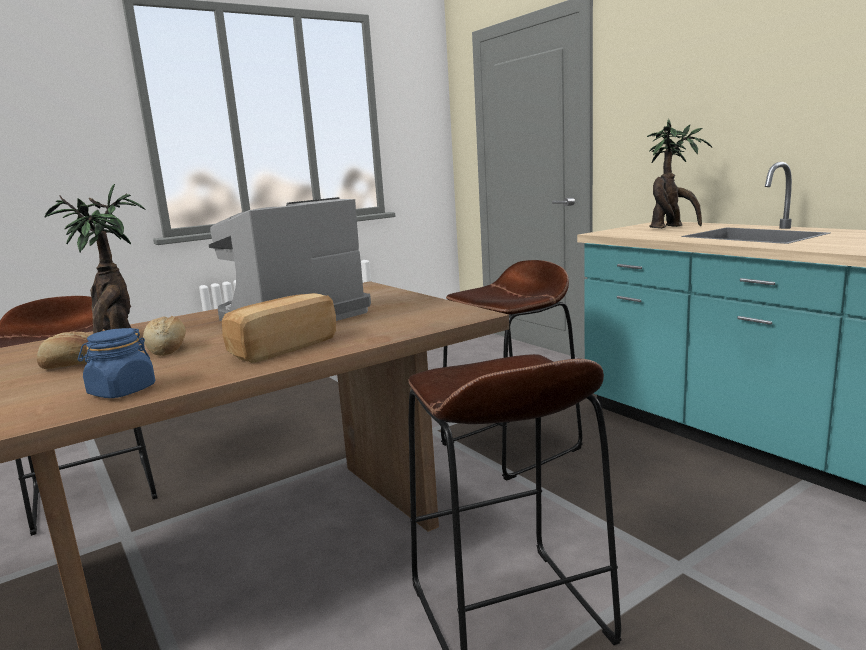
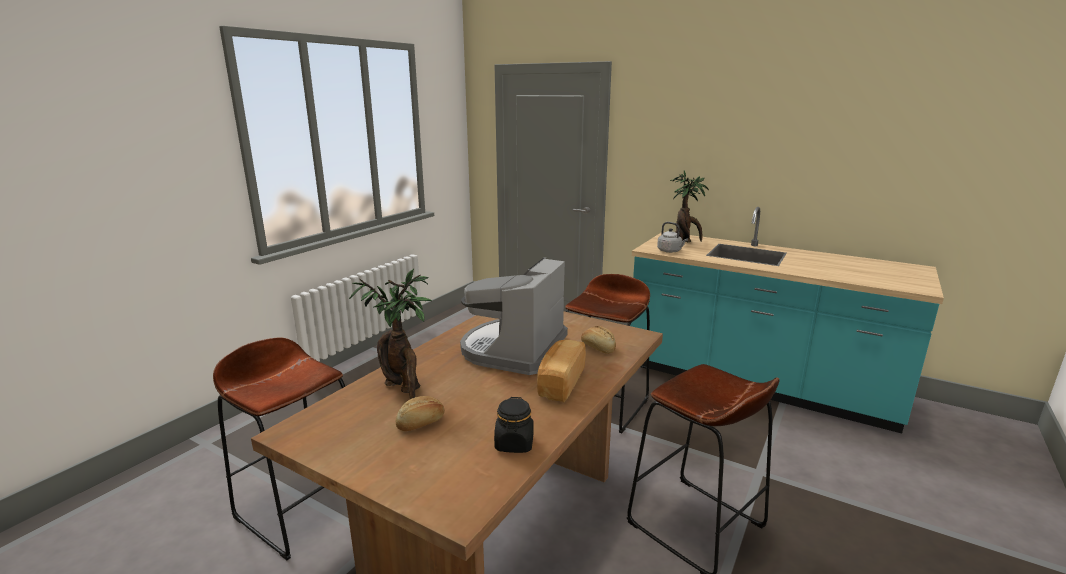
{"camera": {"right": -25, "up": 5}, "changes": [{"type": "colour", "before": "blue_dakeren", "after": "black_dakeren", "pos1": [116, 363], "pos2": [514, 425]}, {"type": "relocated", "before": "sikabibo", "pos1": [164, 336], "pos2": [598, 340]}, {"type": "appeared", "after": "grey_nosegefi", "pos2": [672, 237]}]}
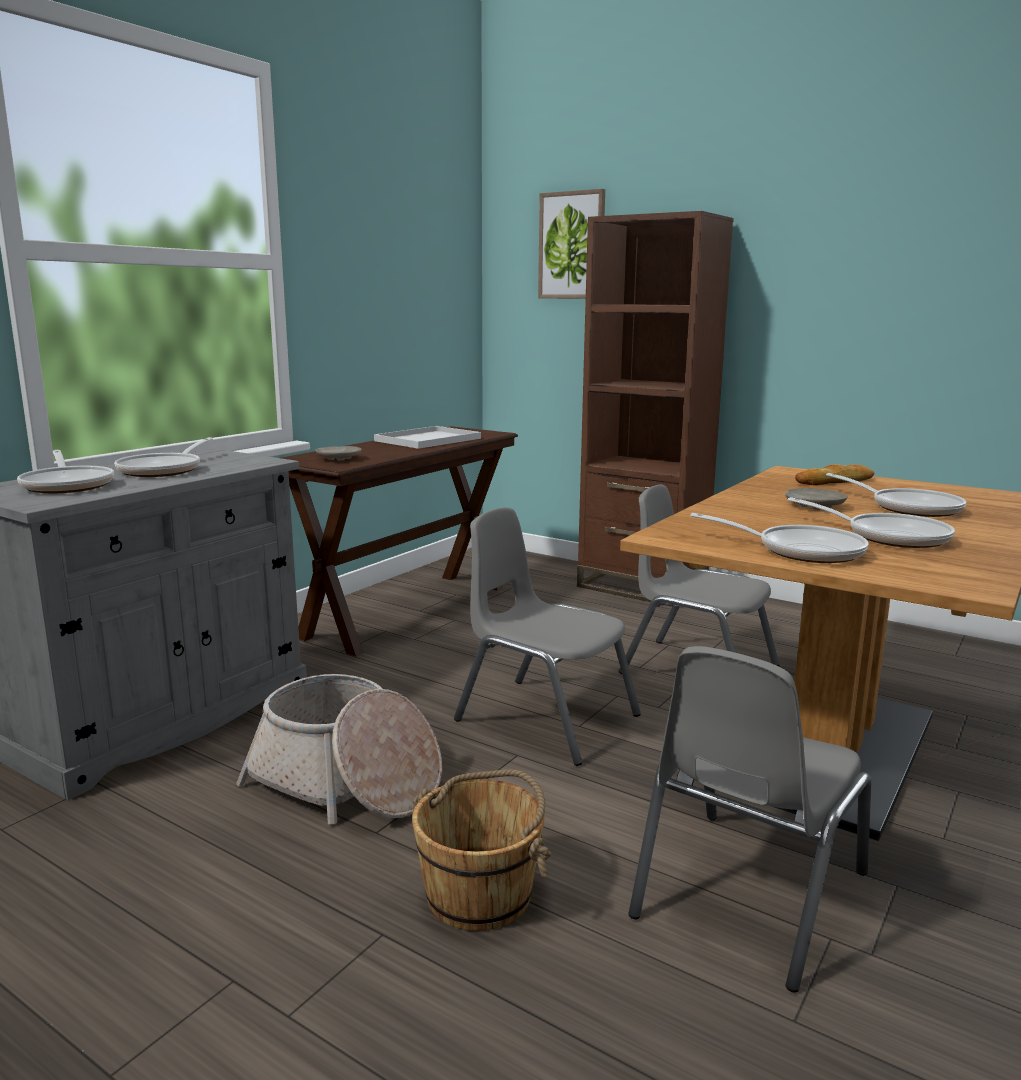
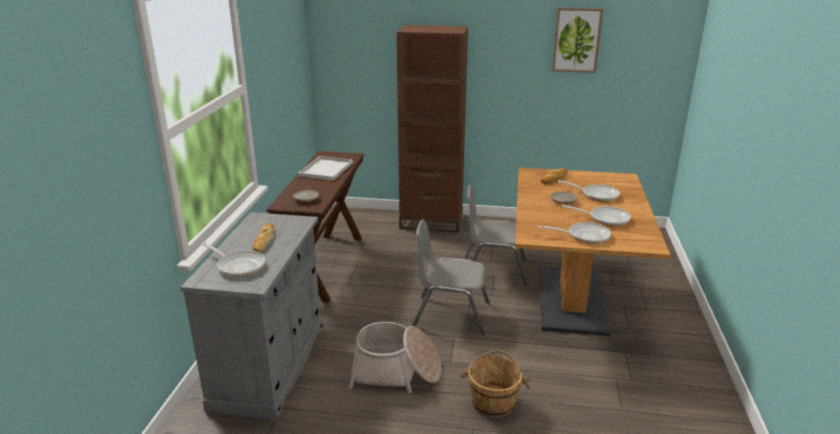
{"camera": {"right": -25, "up": 10}, "changes": [{"type": "exchanged", "before": "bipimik", "after": "sikabibo", "pos1": [163, 457], "pos2": [263, 238]}, {"type": "relocated", "before": "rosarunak", "pos1": [571, 244], "pos2": [577, 40]}, {"type": "missing", "before": "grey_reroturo", "pos1": [750, 819]}]}
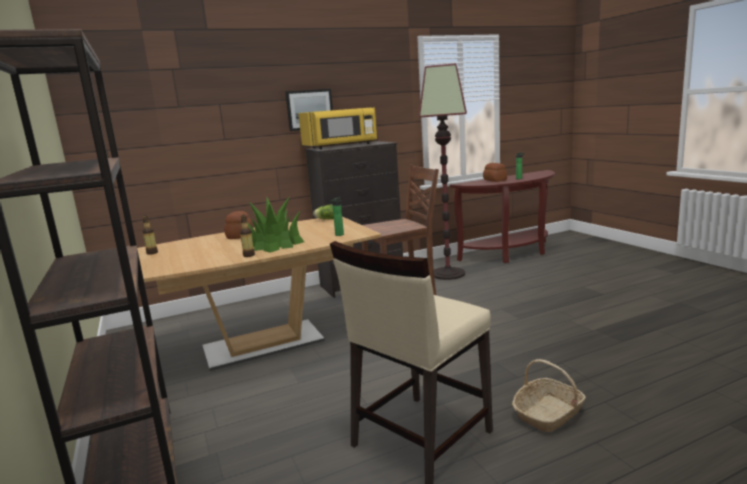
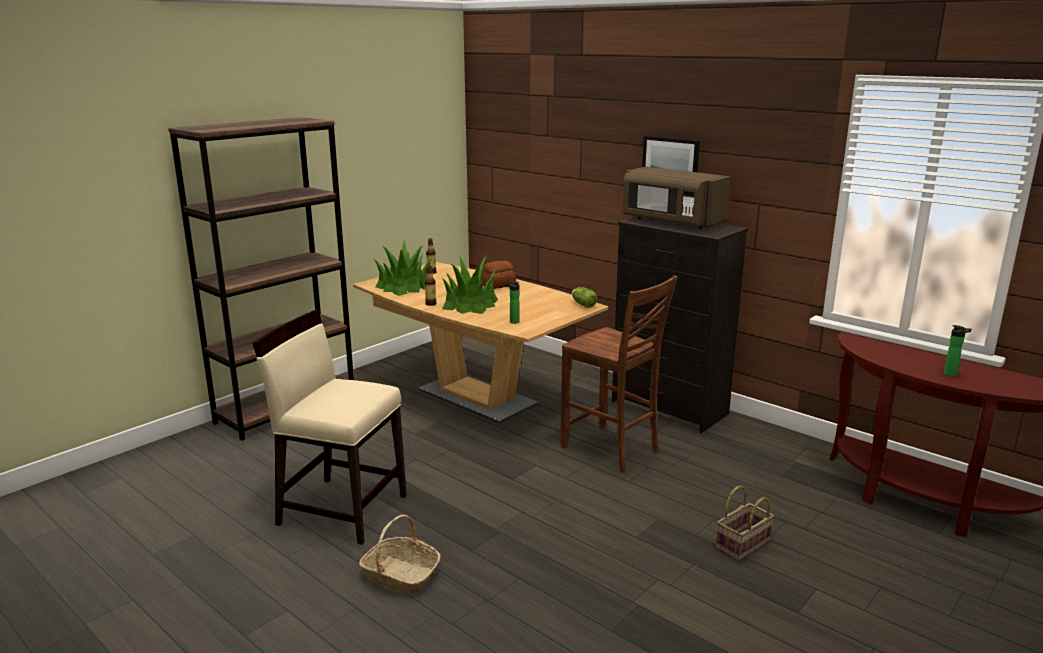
{"camera": {"right": 65, "up": 5}, "changes": [{"type": "appeared", "after": "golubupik", "pos2": [403, 268]}, {"type": "colour", "before": "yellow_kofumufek", "after": "brown_kofumufek", "pos1": [337, 128], "pos2": [676, 198]}, {"type": "appeared", "after": "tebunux", "pos2": [745, 524]}, {"type": "missing", "before": "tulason", "pos1": [443, 172]}, {"type": "missing", "before": "sikabibo", "pos1": [495, 172]}]}
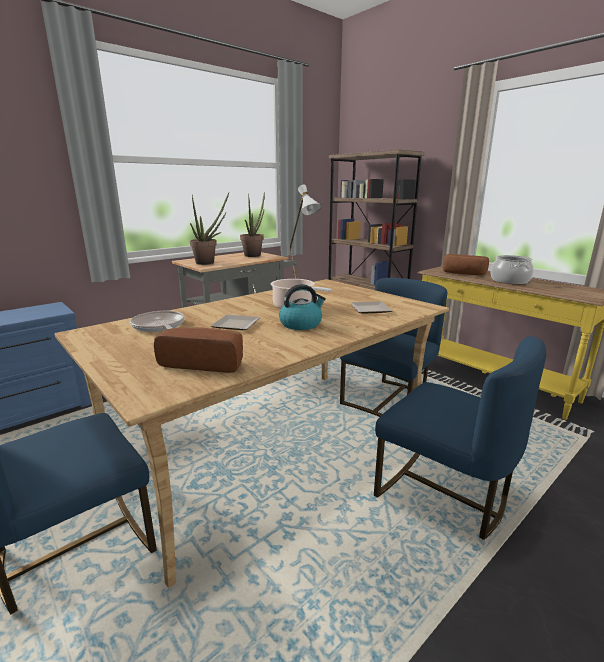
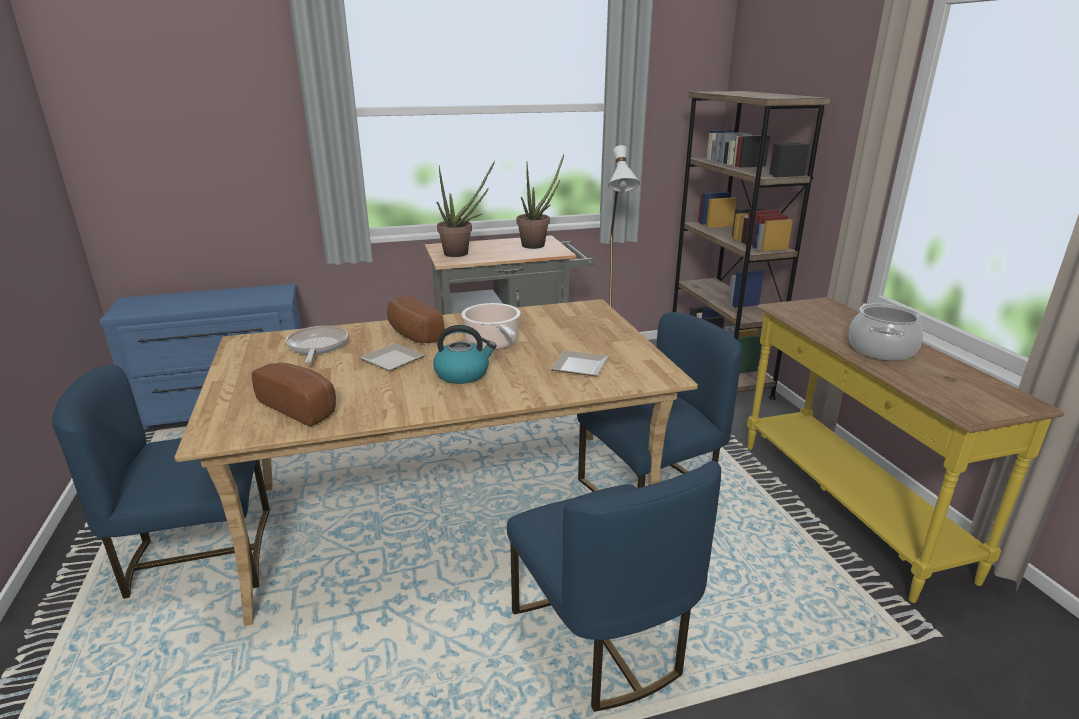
{"camera": {"right": 25, "up": 5}, "changes": [{"type": "relocated", "before": "sikabibo", "pos1": [466, 264], "pos2": [416, 319]}]}
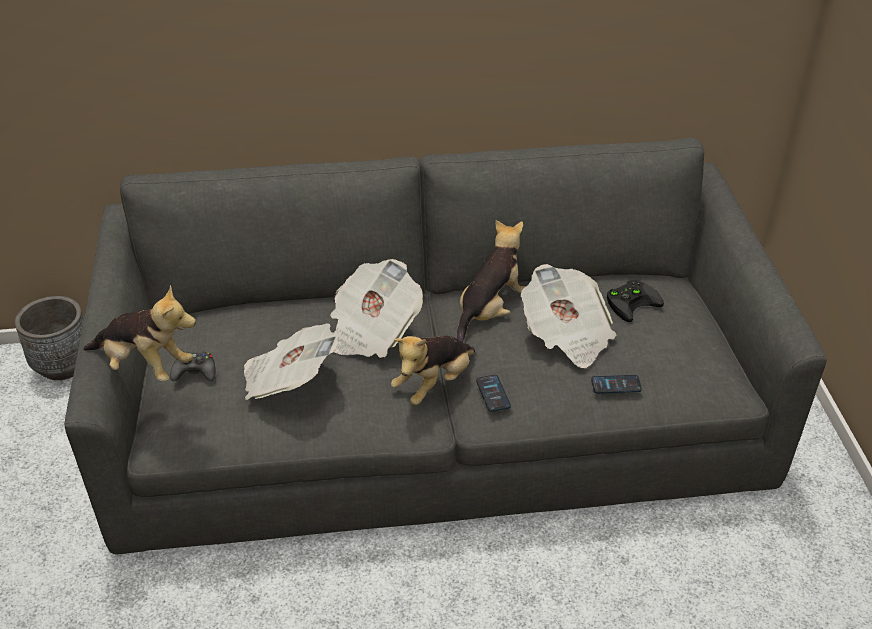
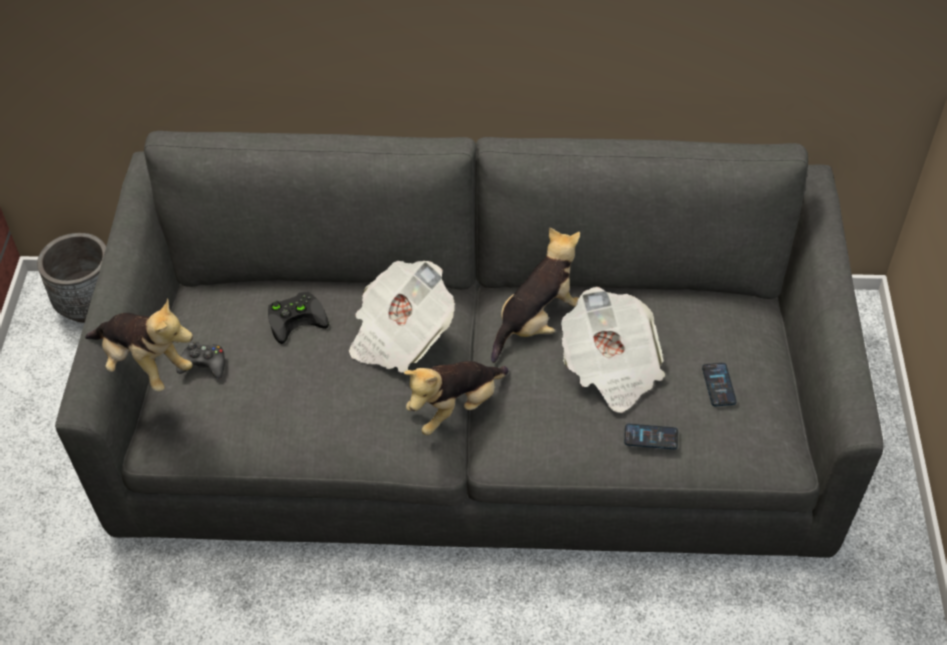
{"camera": {"right": 10, "up": 10}, "changes": [{"type": "relocated", "before": "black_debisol", "pos1": [635, 301], "pos2": [298, 318]}, {"type": "relocated", "before": "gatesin", "pos1": [493, 393], "pos2": [719, 384]}, {"type": "missing", "before": "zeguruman", "pos1": [291, 361]}]}
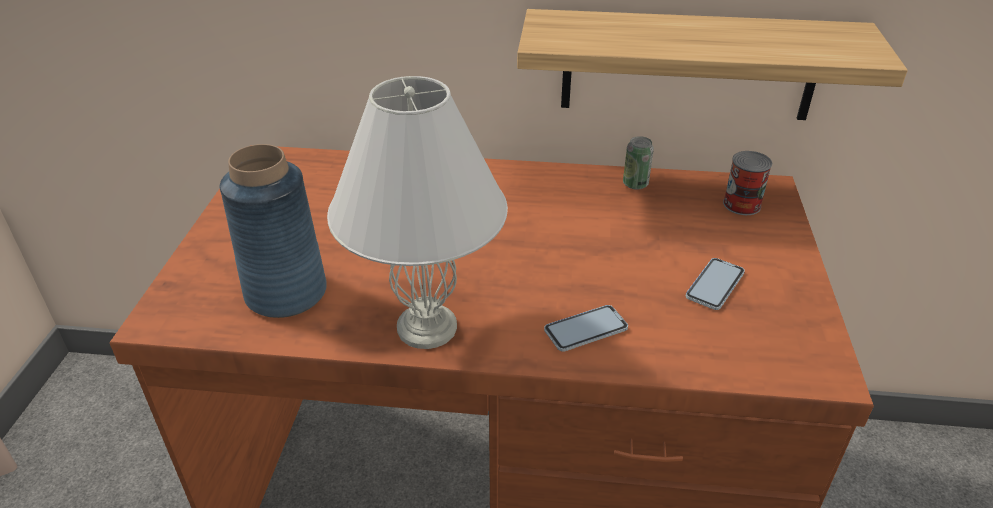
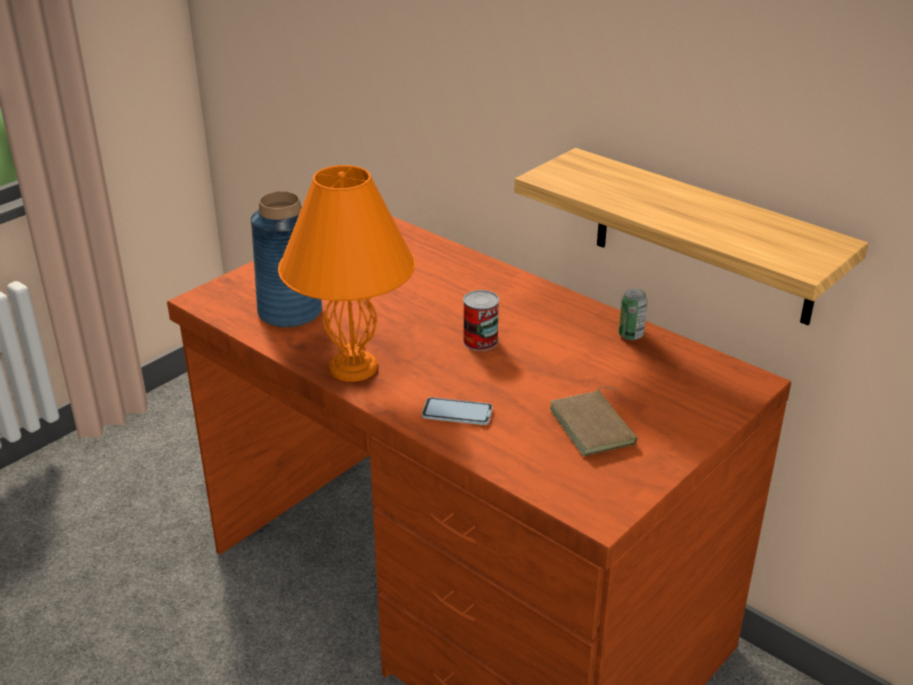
{"camera": {"right": 35, "up": -5}, "changes": [{"type": "colour", "before": "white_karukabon", "after": "orange_karukabon", "pos1": [417, 212], "pos2": [346, 273]}, {"type": "relocated", "before": "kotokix", "pos1": [747, 183], "pos2": [481, 320]}, {"type": "exchanged", "before": "gatesin", "after": "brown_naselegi", "pos1": [715, 284], "pos2": [594, 421]}]}
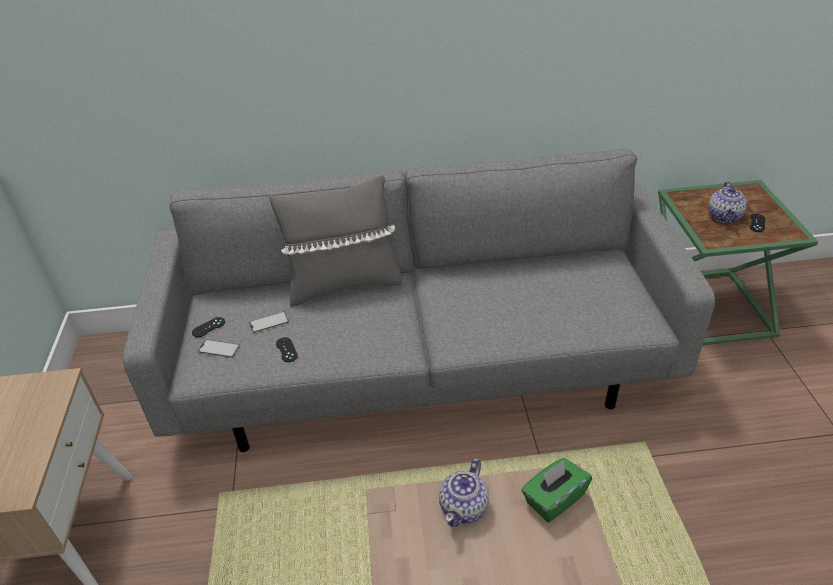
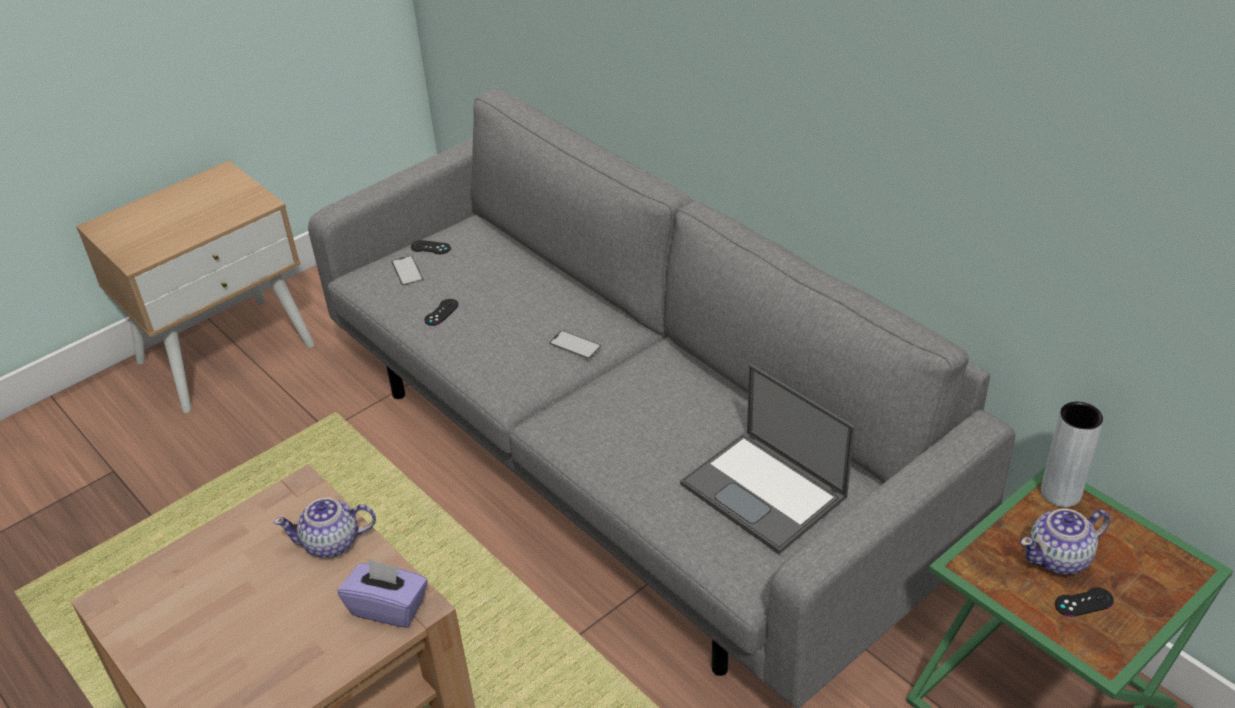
{"camera": {"right": 55, "up": 0}, "changes": [{"type": "colour", "before": "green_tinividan", "after": "purple_tinividan", "pos1": [556, 490], "pos2": [383, 593]}, {"type": "relocated", "before": "gatesin", "pos1": [269, 322], "pos2": [575, 344]}, {"type": "appeared", "after": "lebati", "pos2": [767, 459]}, {"type": "appeared", "after": "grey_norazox", "pos2": [1072, 454]}, {"type": "missing", "before": "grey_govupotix", "pos1": [335, 241]}]}
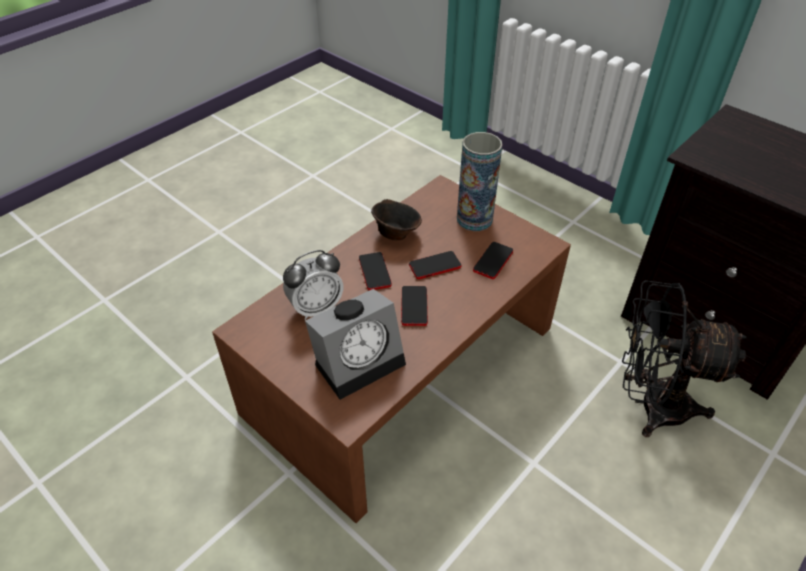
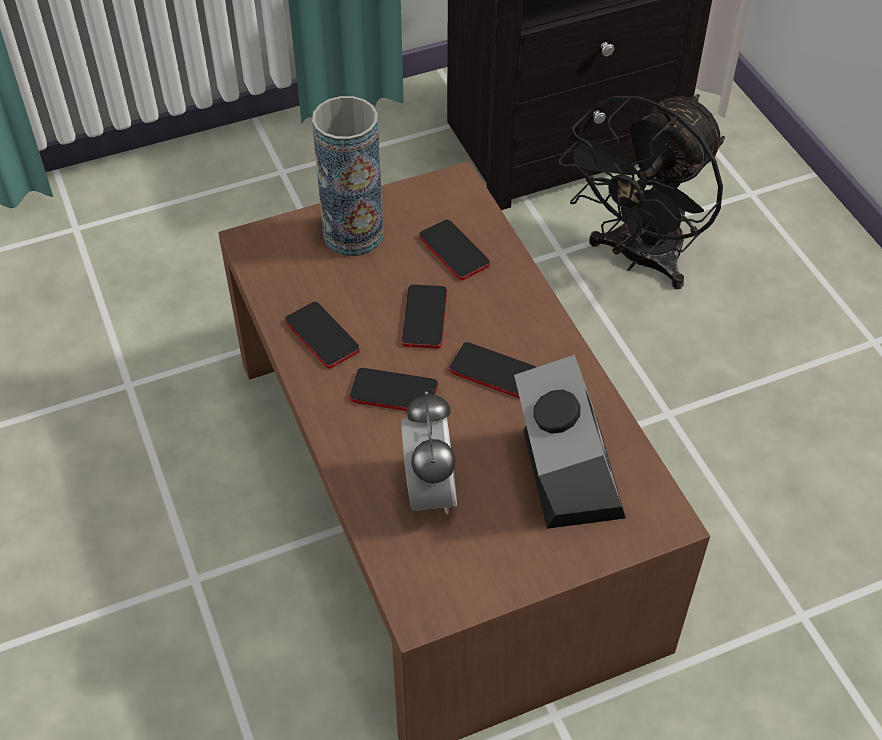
{"camera": {"right": -65, "up": 5}, "changes": [{"type": "exchanged", "before": "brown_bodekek", "after": "gatesin", "pos1": [396, 219], "pos2": [322, 335]}]}
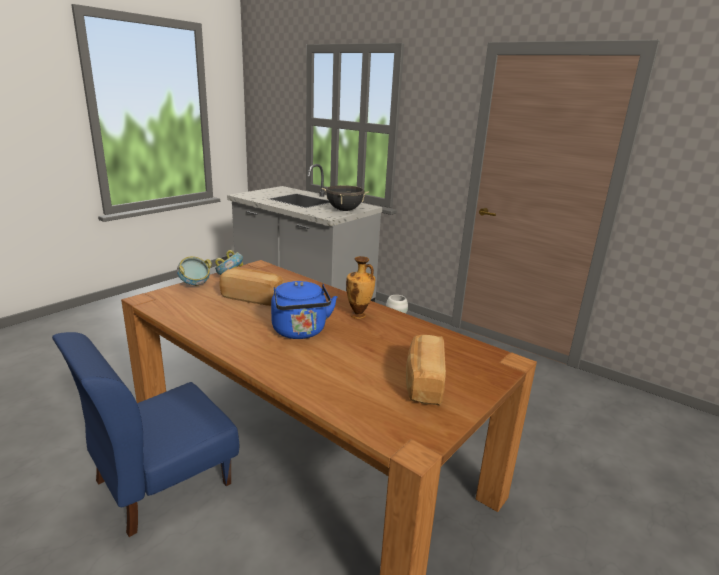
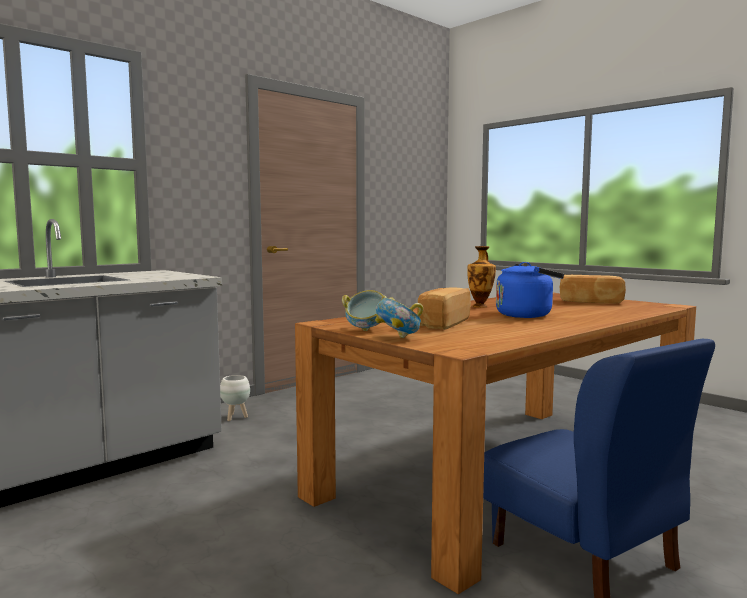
{"camera": {"right": -80, "up": -15}, "changes": [{"type": "missing", "before": "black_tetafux", "pos1": [345, 198]}]}
